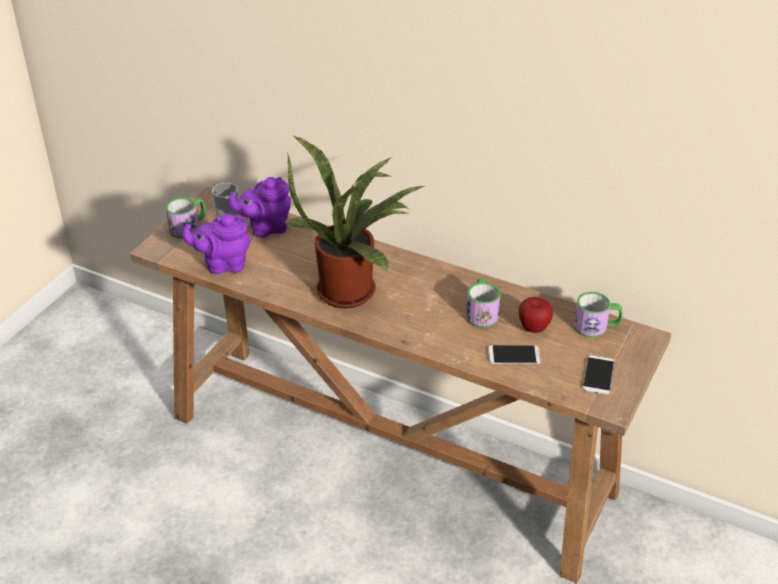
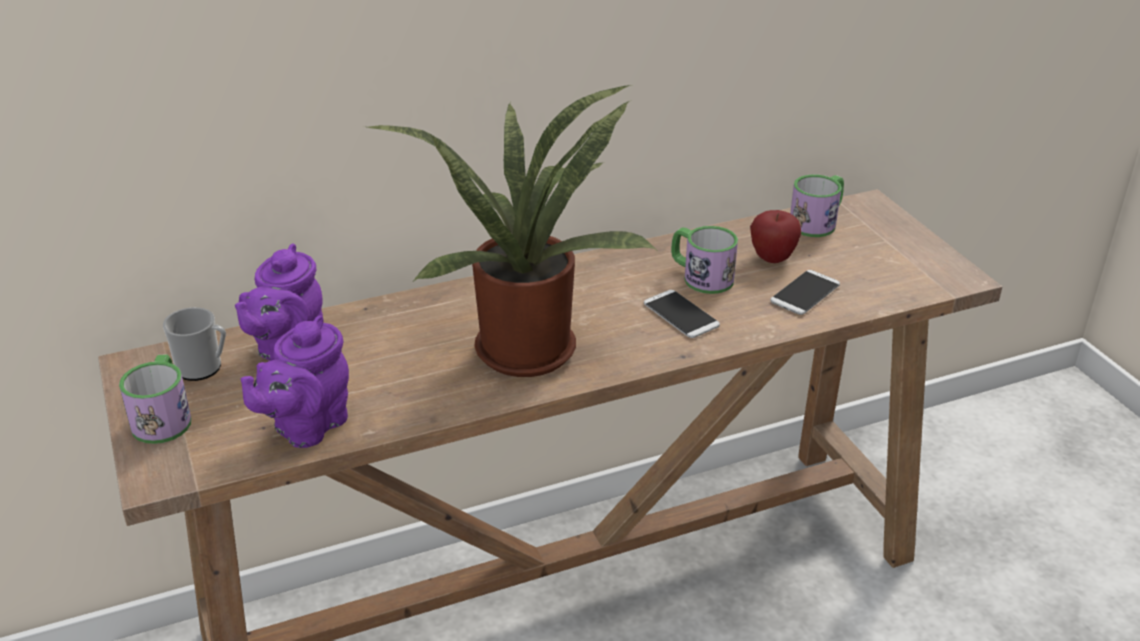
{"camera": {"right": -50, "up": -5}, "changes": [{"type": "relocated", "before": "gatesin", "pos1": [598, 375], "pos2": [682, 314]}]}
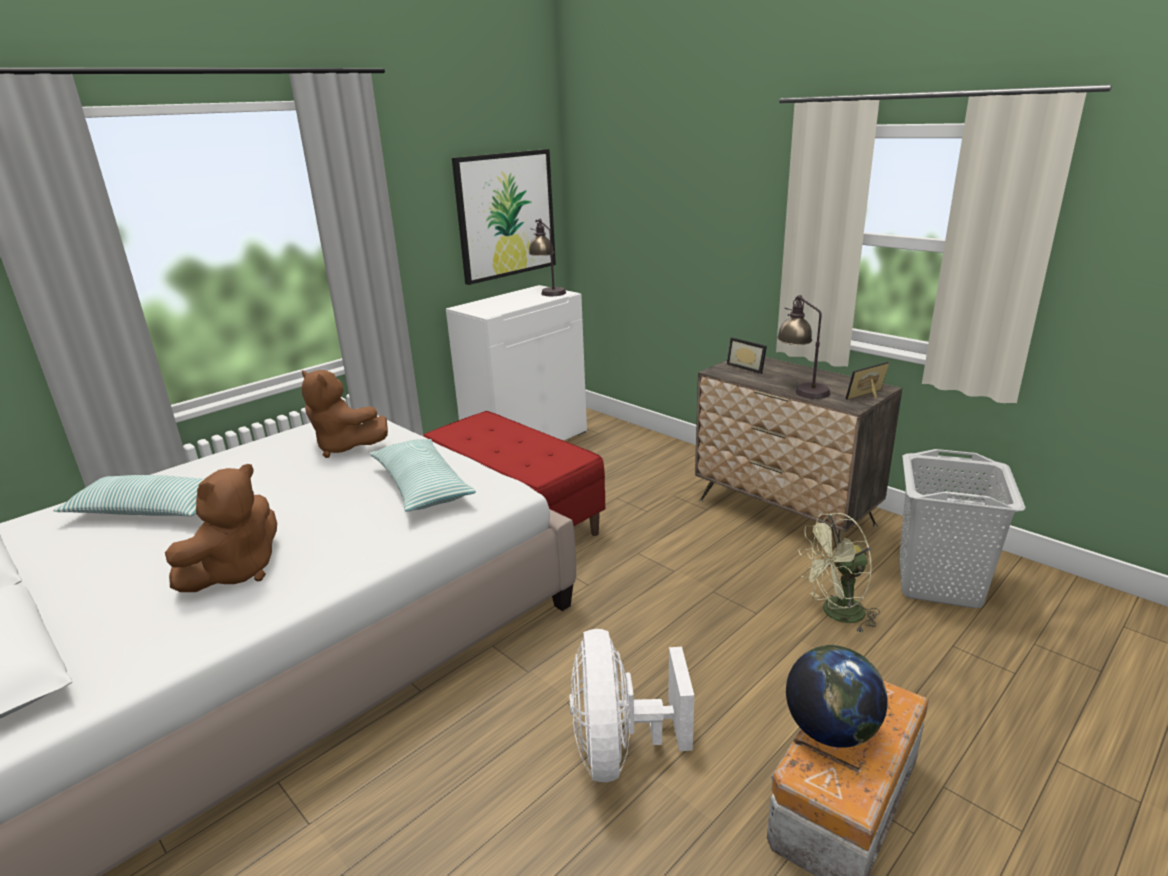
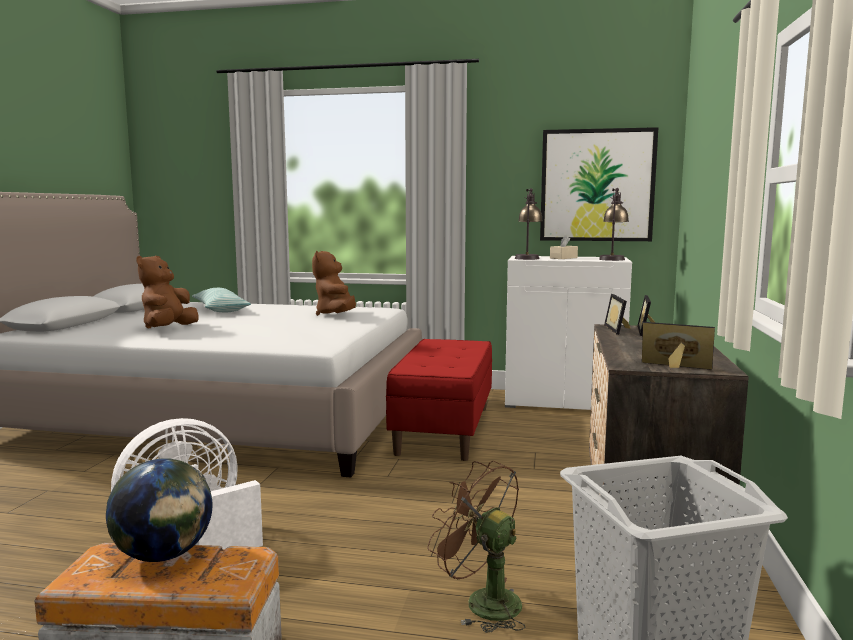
{"camera": {"right": 55, "up": -15}, "changes": [{"type": "spun", "before": "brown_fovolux", "pos1": [221, 528], "pos2": [167, 292], "turn": 105}, {"type": "colour", "before": "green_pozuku", "after": "brown_pozuku", "pos1": [839, 572], "pos2": [476, 547]}, {"type": "relocated", "before": "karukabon", "pos1": [803, 347], "pos2": [529, 224]}, {"type": "appeared", "after": "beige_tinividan", "pos2": [564, 247]}, {"type": "appeared", "after": "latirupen", "pos2": [617, 314]}, {"type": "missing", "before": "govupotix", "pos1": [422, 475]}]}
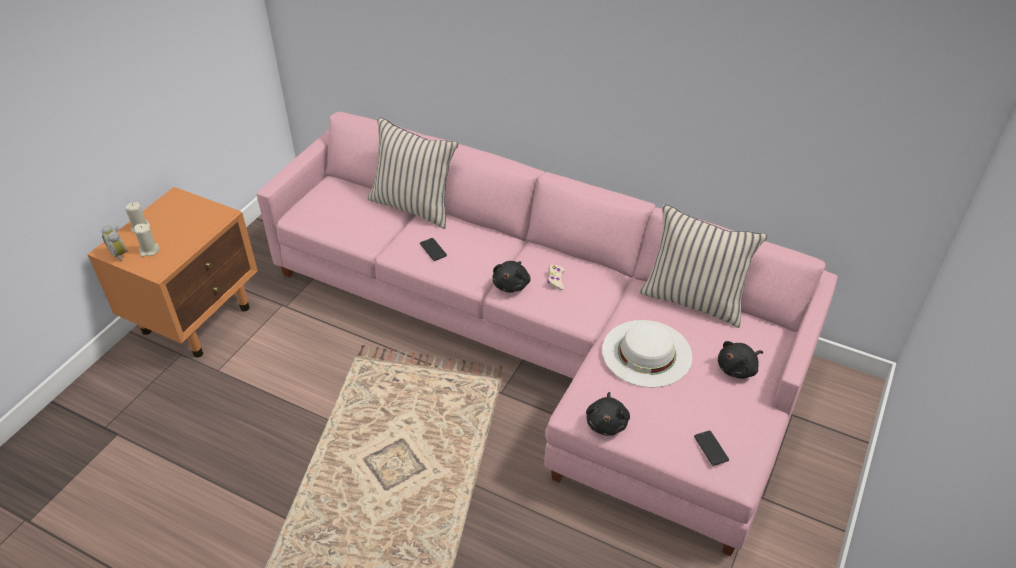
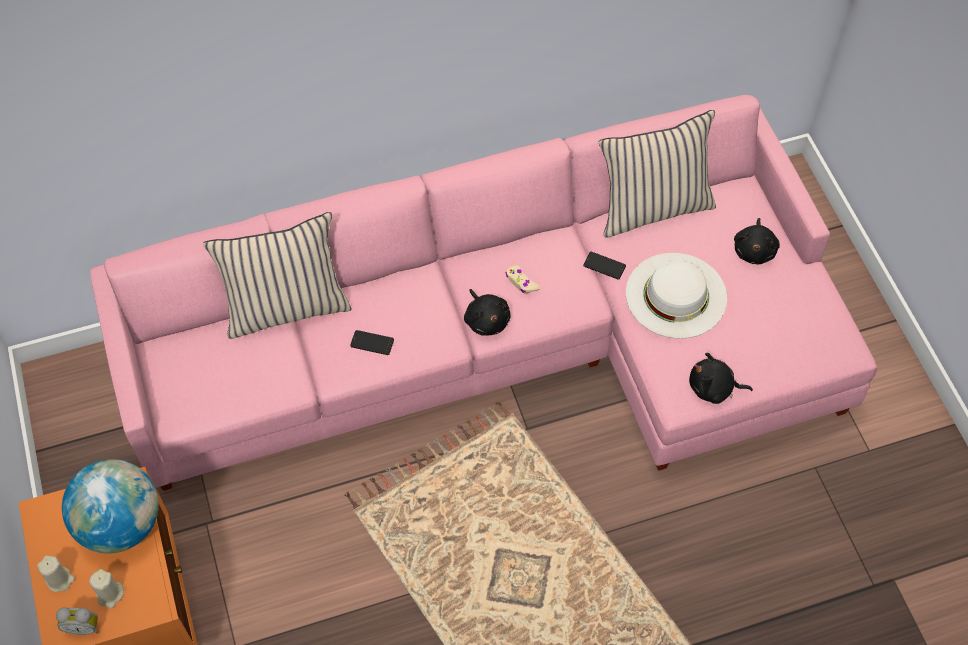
{"camera": {"right": -45, "up": 15}, "changes": [{"type": "appeared", "after": "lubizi", "pos2": [110, 506]}, {"type": "relocated", "before": "gatesin", "pos1": [711, 448], "pos2": [604, 265]}, {"type": "spun", "before": "black_fovolux", "pos1": [608, 414], "pos2": [721, 378], "turn": 135}]}
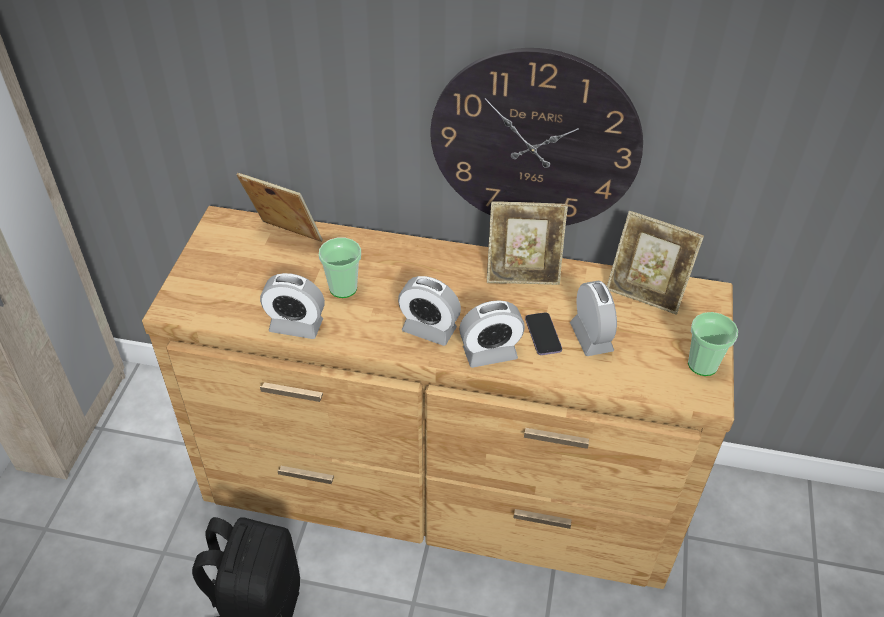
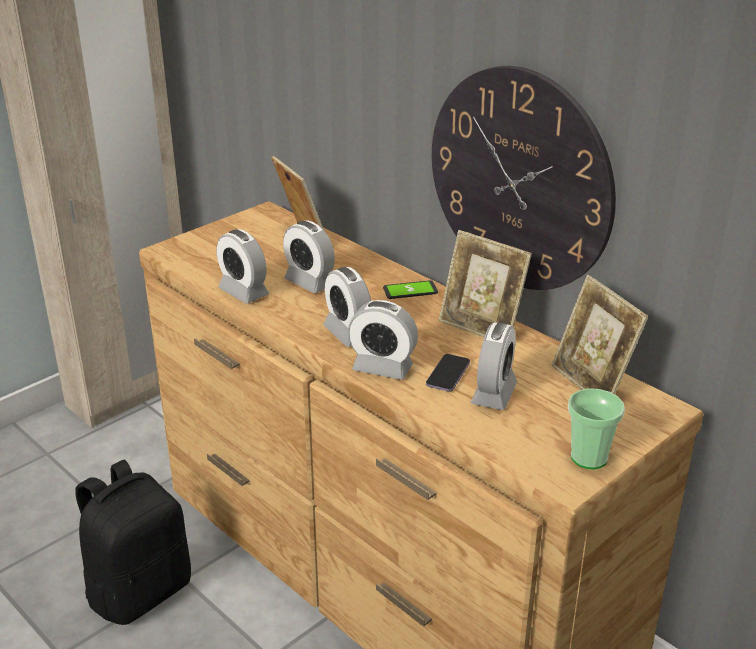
{"camera": {"right": 35, "up": -15}, "changes": [{"type": "exchanged", "before": "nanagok", "after": "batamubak", "pos1": [340, 268], "pos2": [309, 256]}, {"type": "appeared", "after": "gatesin", "pos2": [410, 289]}]}
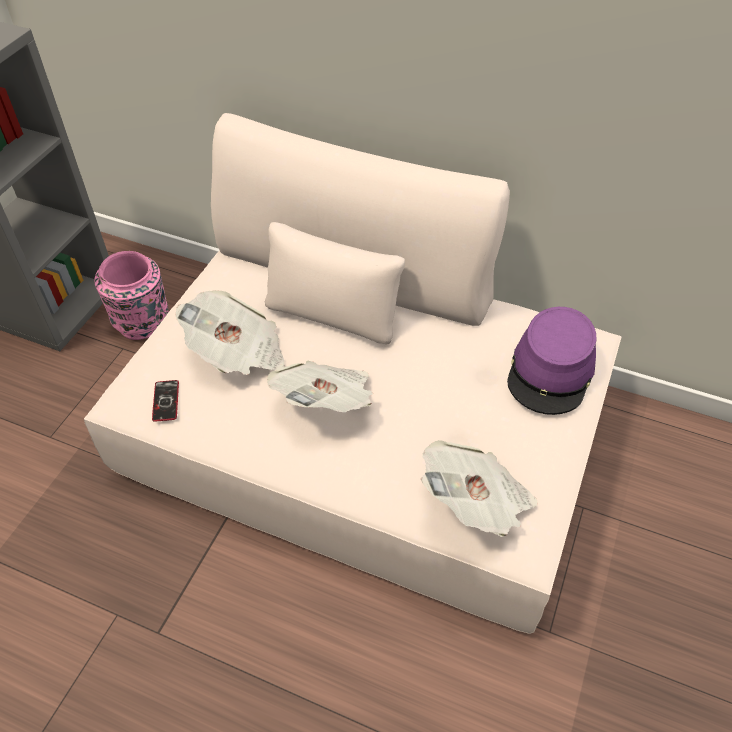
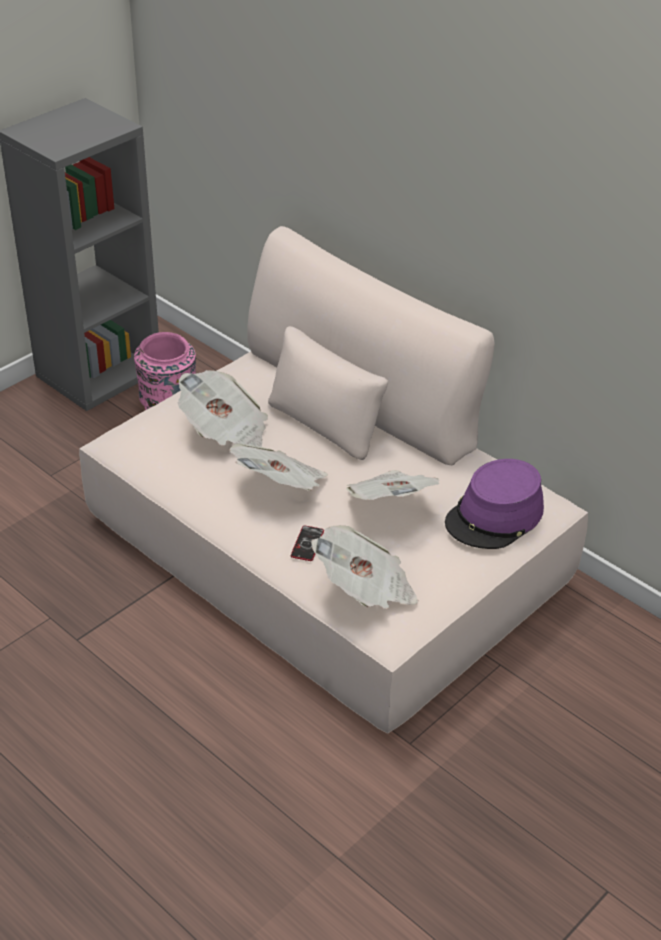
{"camera": {"right": 20, "up": -10}, "changes": [{"type": "relocated", "before": "gatesin", "pos1": [165, 401], "pos2": [307, 543]}, {"type": "appeared", "after": "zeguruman", "pos2": [393, 485]}]}
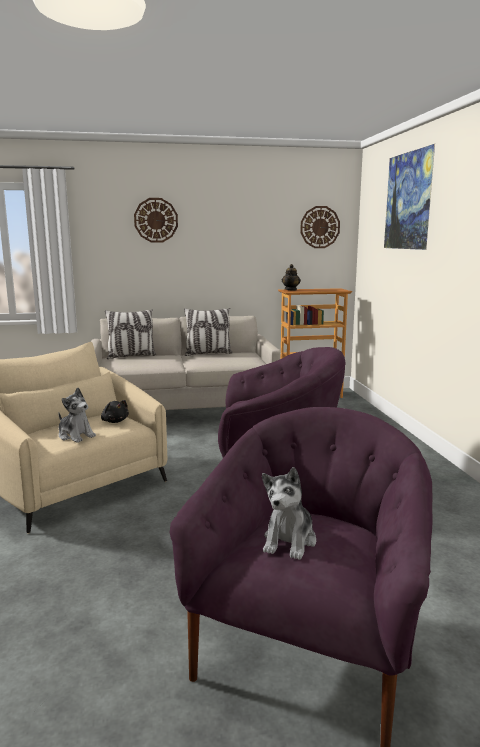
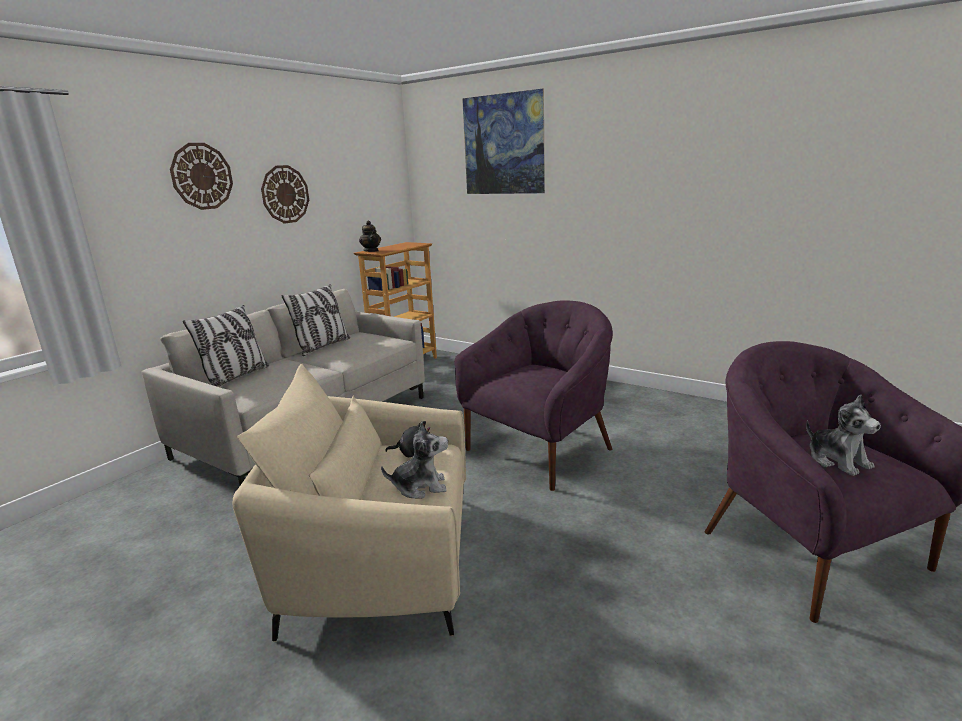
{"camera": {"right": -45, "up": 5}, "changes": [{"type": "relocated", "before": "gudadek", "pos1": [320, 227], "pos2": [285, 194]}]}
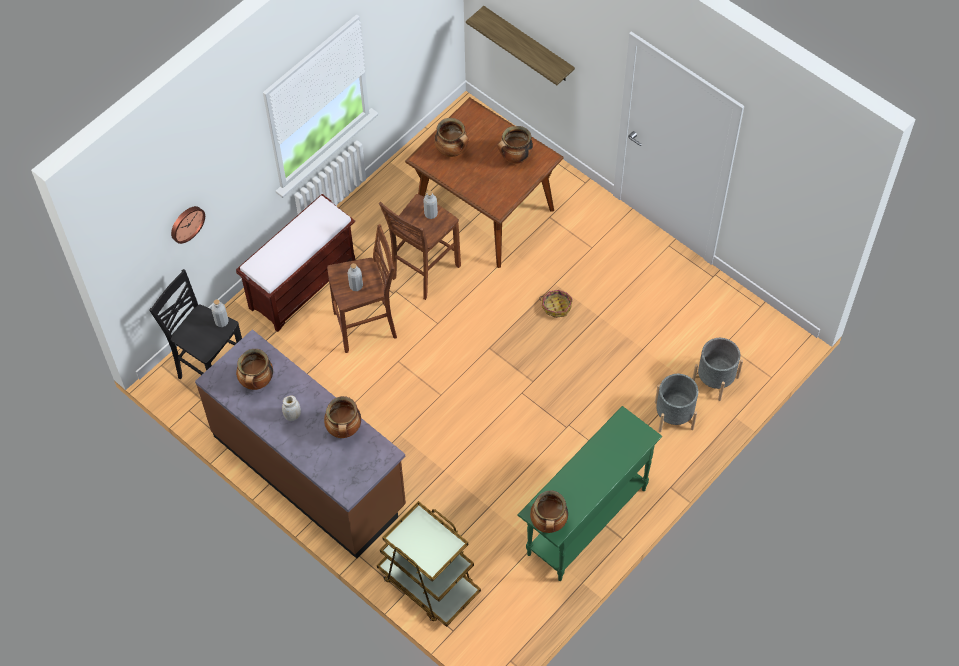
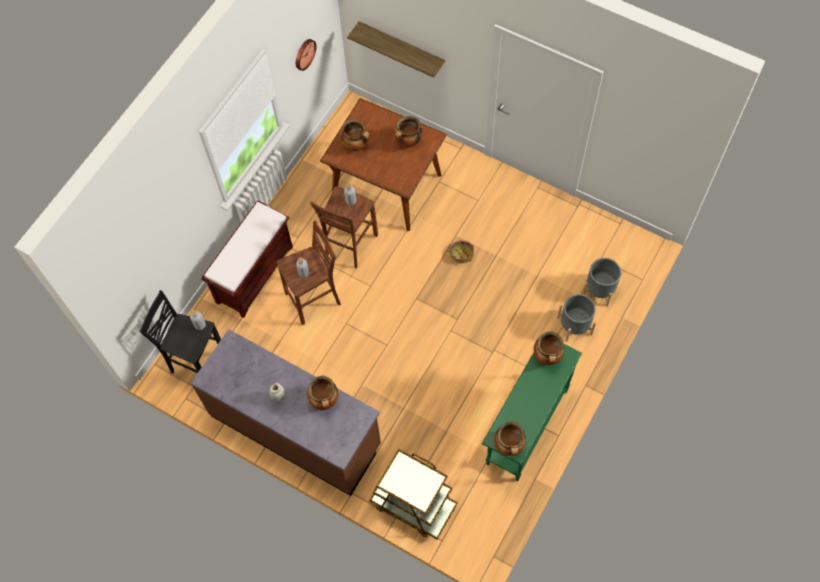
{"camera": {"right": -10, "up": 5}, "changes": [{"type": "relocated", "before": "gudadek", "pos1": [188, 225], "pos2": [306, 55]}, {"type": "relocated", "before": "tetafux", "pos1": [254, 369], "pos2": [548, 348]}]}
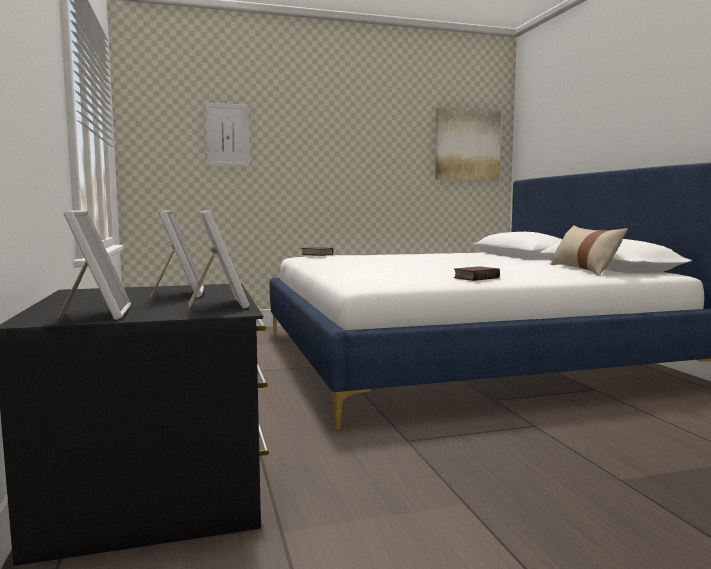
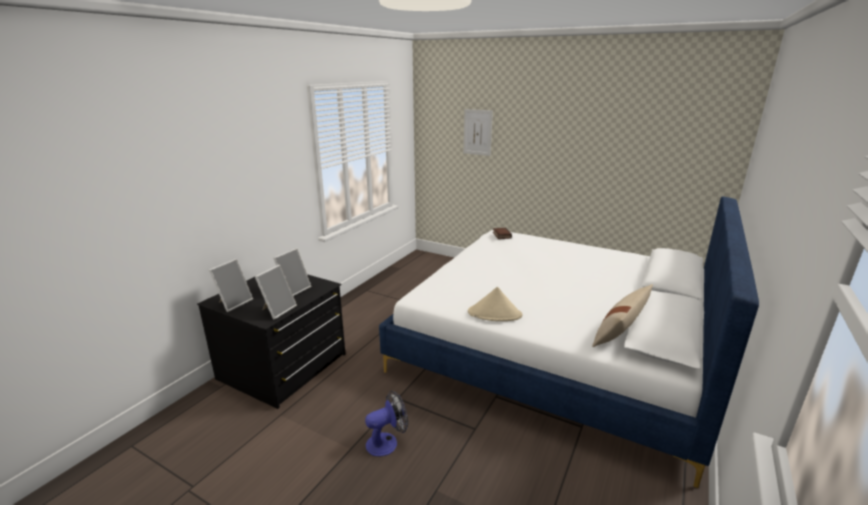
{"camera": {"right": 45, "up": 15}, "changes": [{"type": "appeared", "after": "pozuku", "pos2": [386, 424]}, {"type": "exchanged", "before": "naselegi", "after": "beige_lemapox", "pos1": [477, 273], "pos2": [495, 304]}, {"type": "missing", "before": "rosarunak", "pos1": [468, 144]}]}
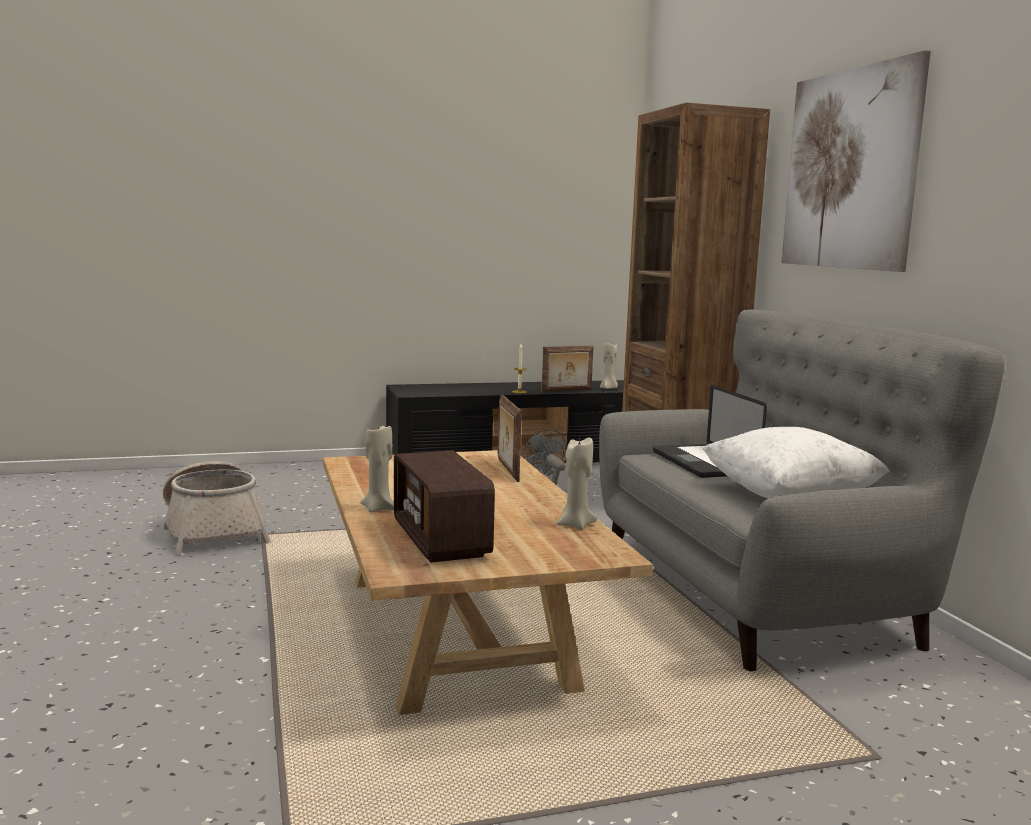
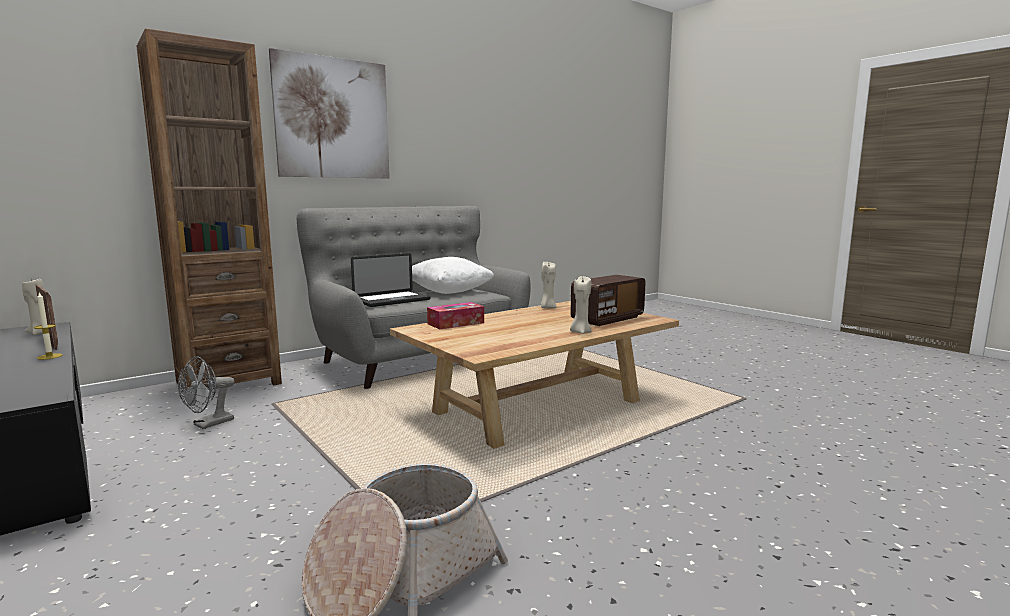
{"camera": {"right": -110, "up": 0}, "changes": [{"type": "exchanged", "before": "latirupen", "after": "tinividan", "pos1": [510, 438], "pos2": [455, 315]}]}
